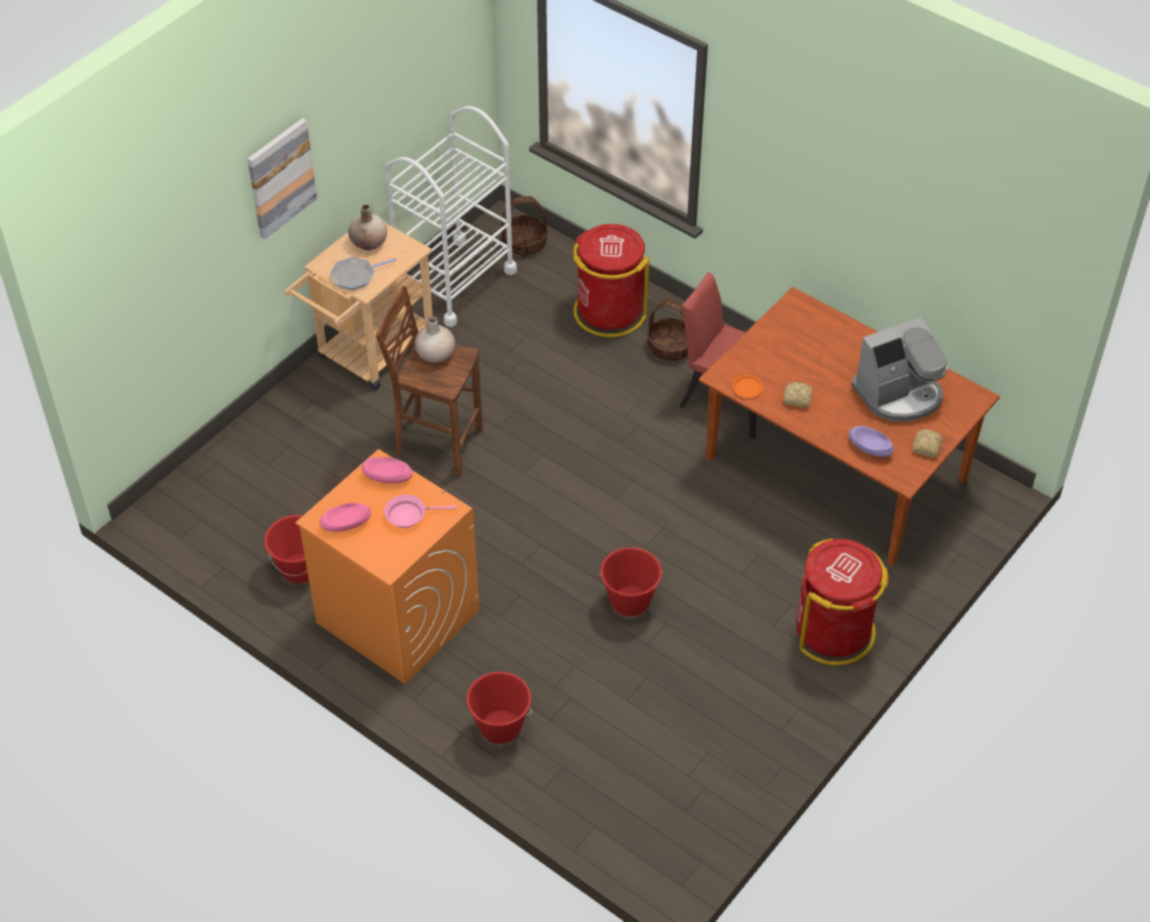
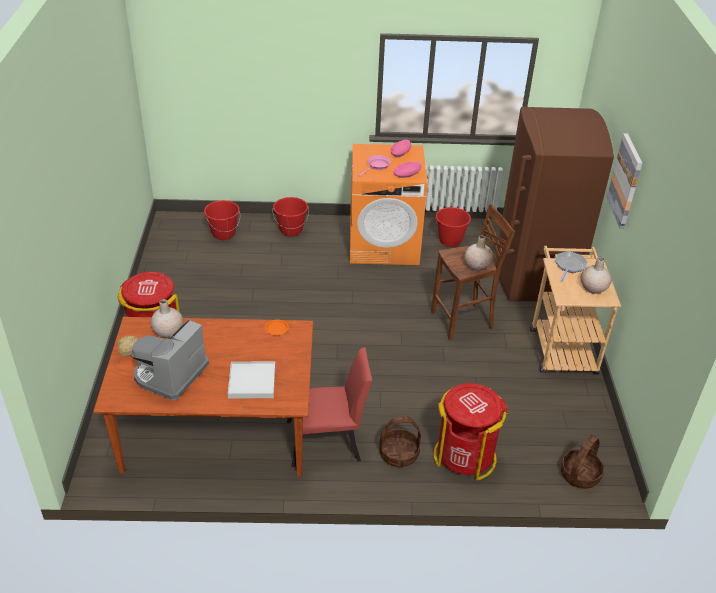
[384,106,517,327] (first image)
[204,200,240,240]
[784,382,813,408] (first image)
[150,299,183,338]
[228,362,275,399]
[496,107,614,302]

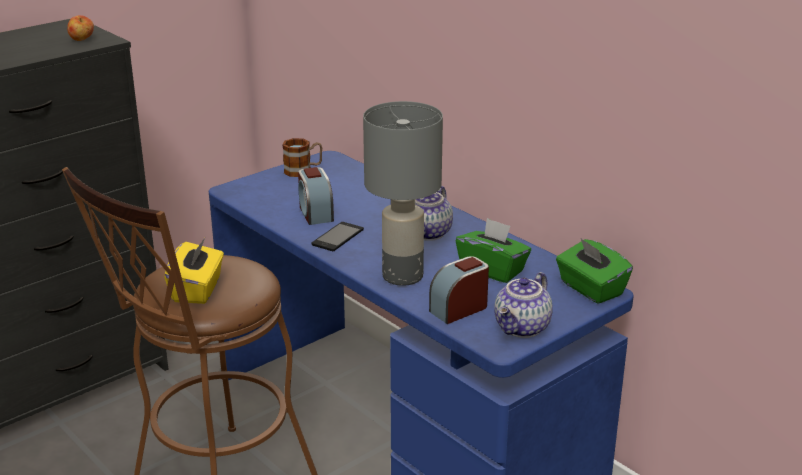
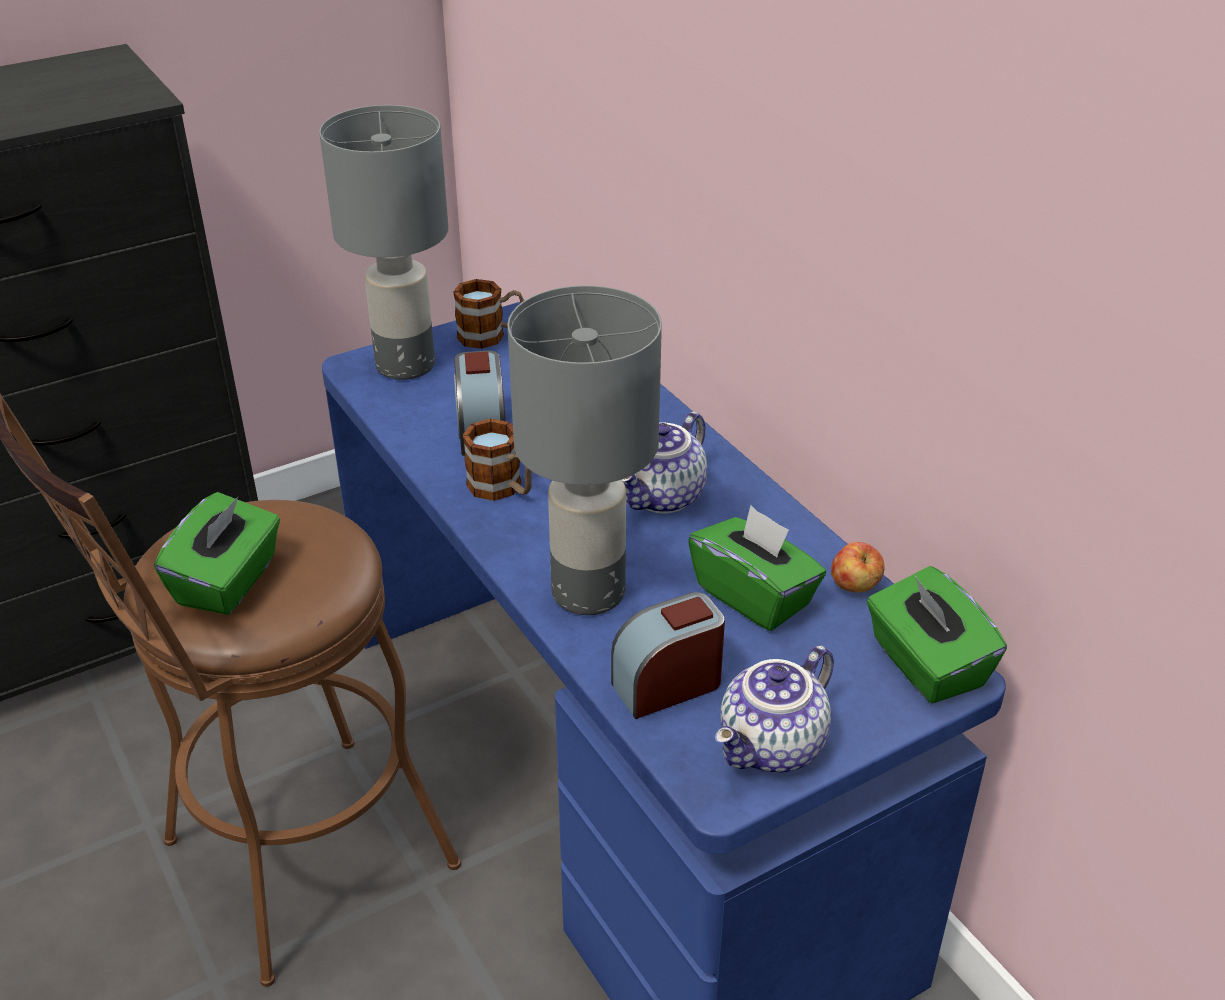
[831,542,885,592]
[154,492,280,615]
[462,419,532,501]
[319,105,448,380]

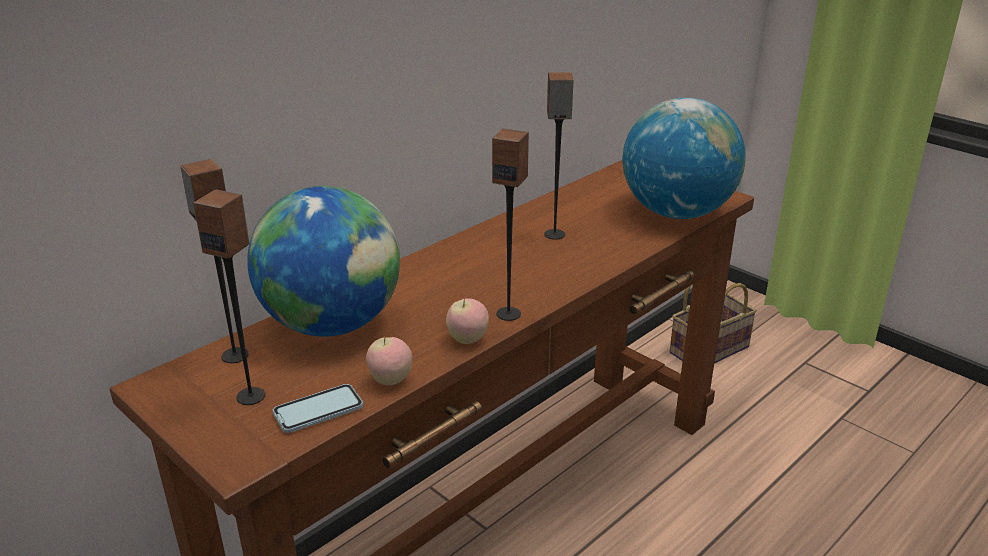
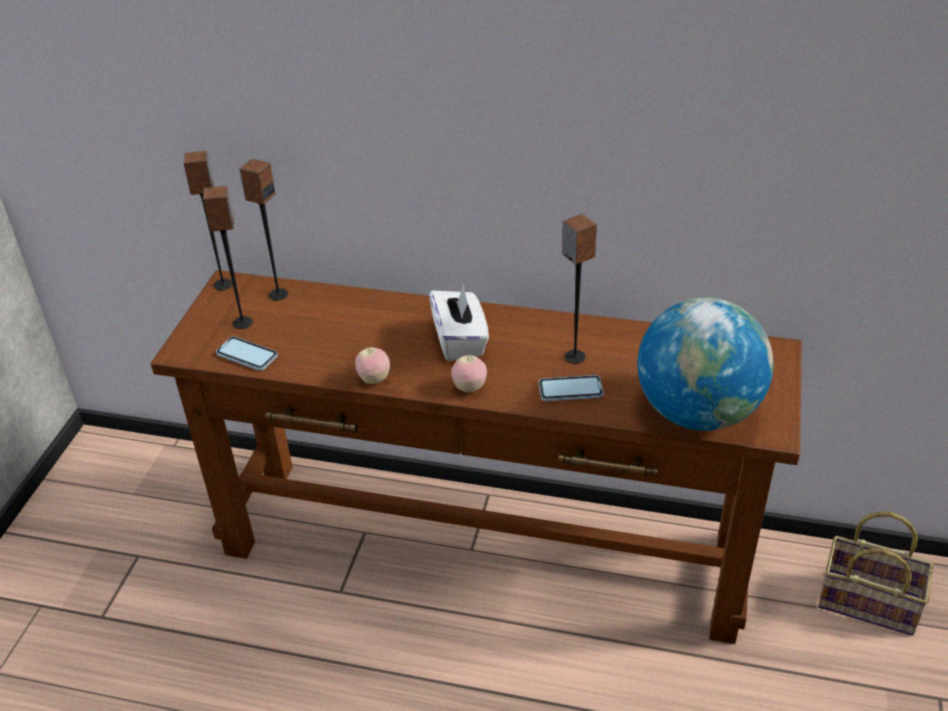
[247,186,400,337] (first image)
[451,355,487,393]
[184,151,233,290]
[429,285,489,361]
[539,375,604,401]

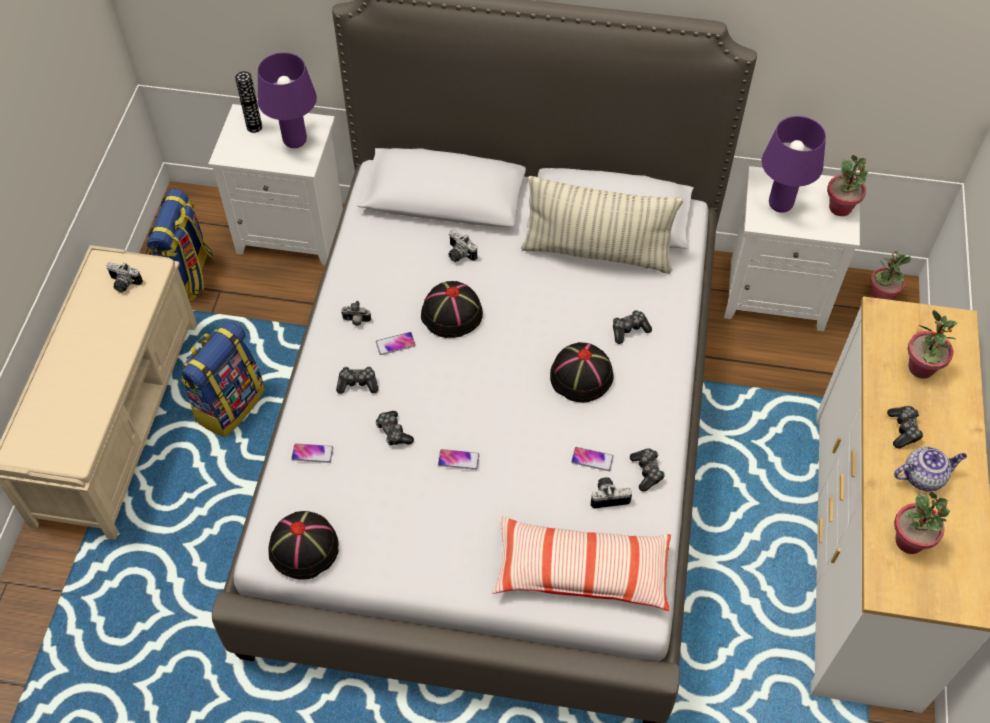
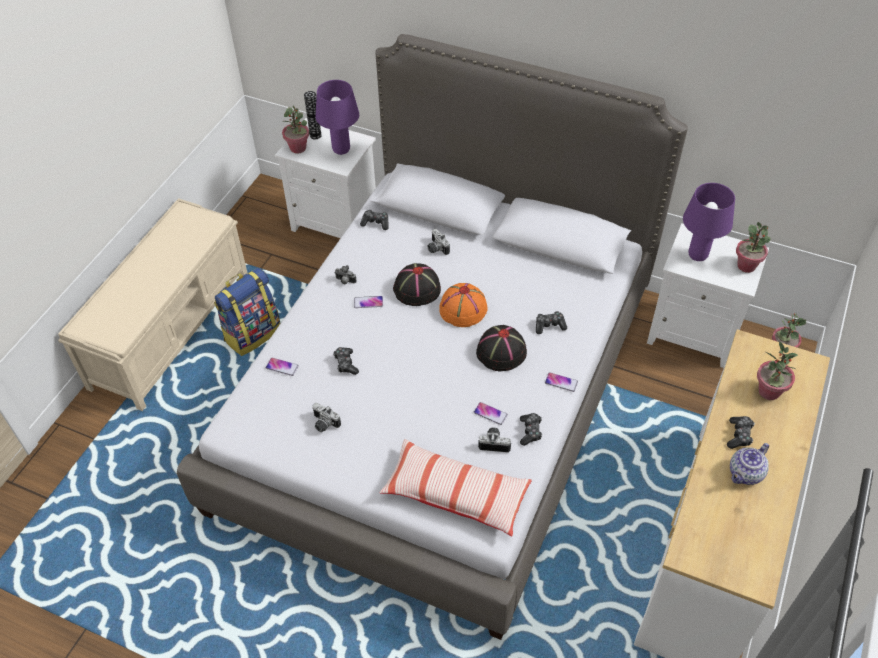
[313,403,341,432]
[147,189,214,302] (first image)
[269,511,339,580] (first image)
[360,210,389,230]
[545,372,578,392]
[521,176,683,274] (first image)
[730,443,769,485]
[282,105,309,153]
[439,283,488,327]

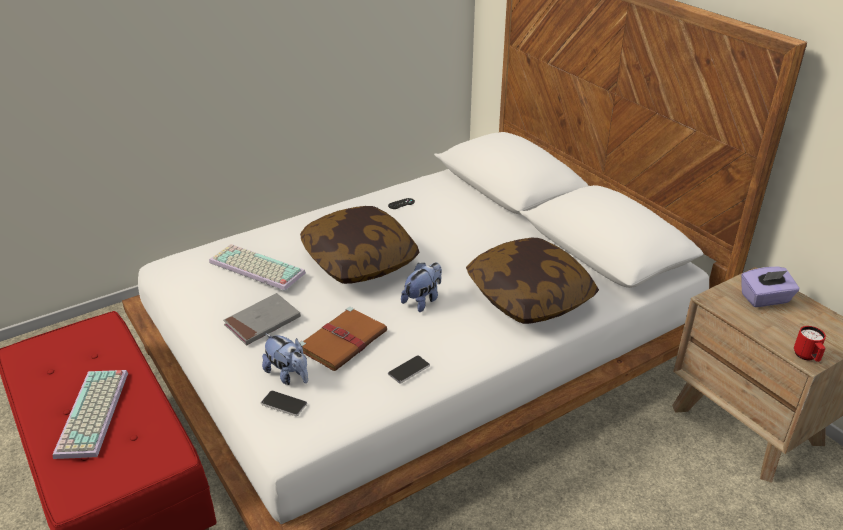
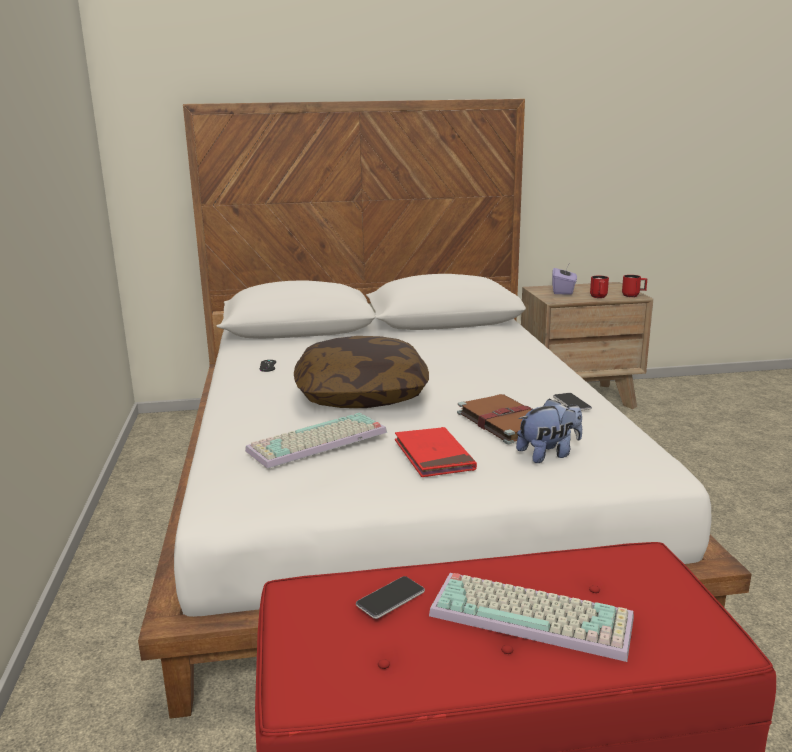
[395,427,477,477]
[356,576,425,619]
[401,262,442,312] (first image)
[466,238,599,324] (first image)
[590,276,609,298]

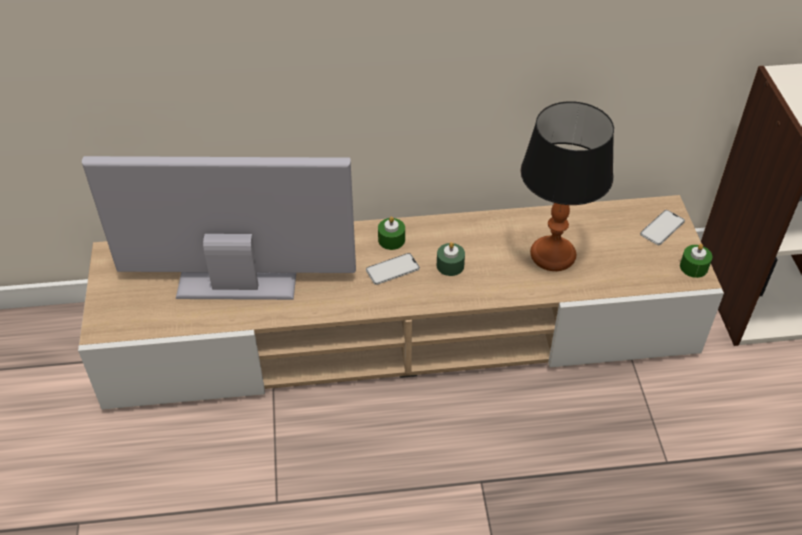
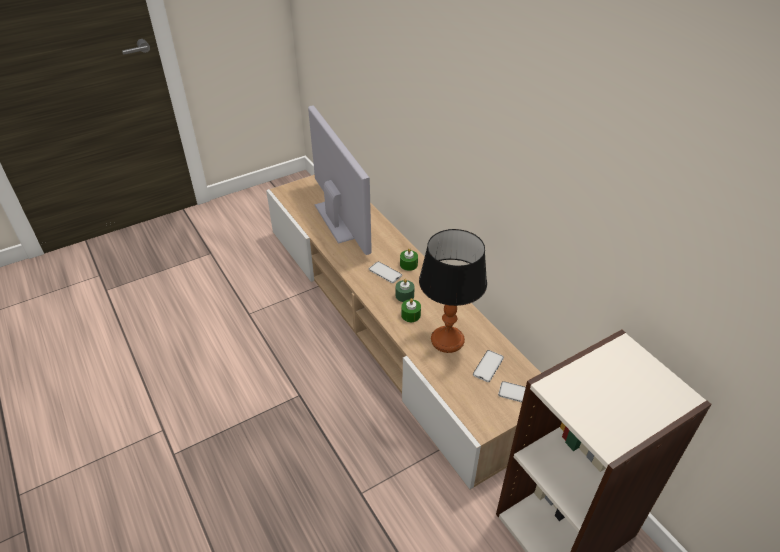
[401,298,421,322]
[473,350,504,382]

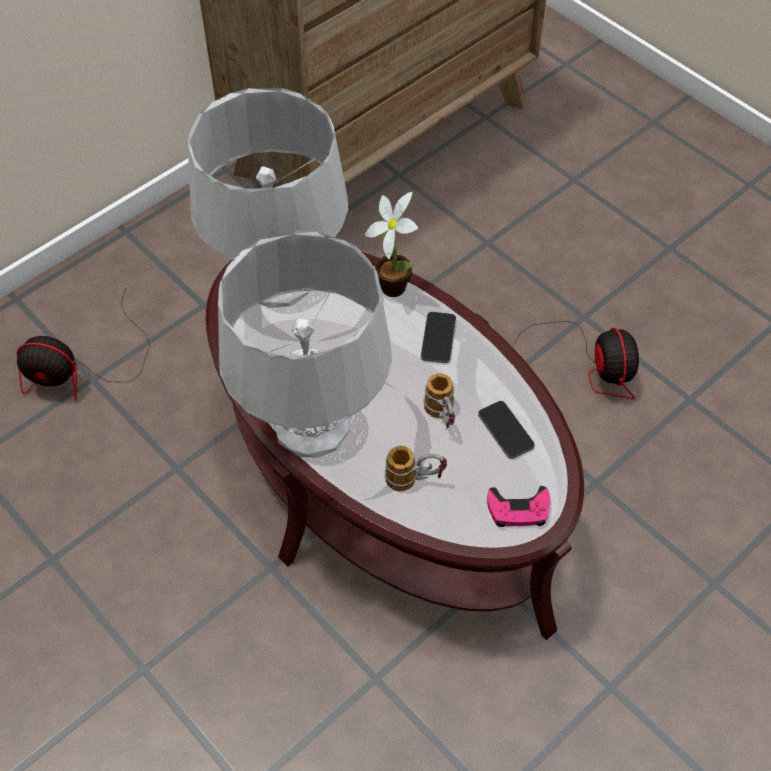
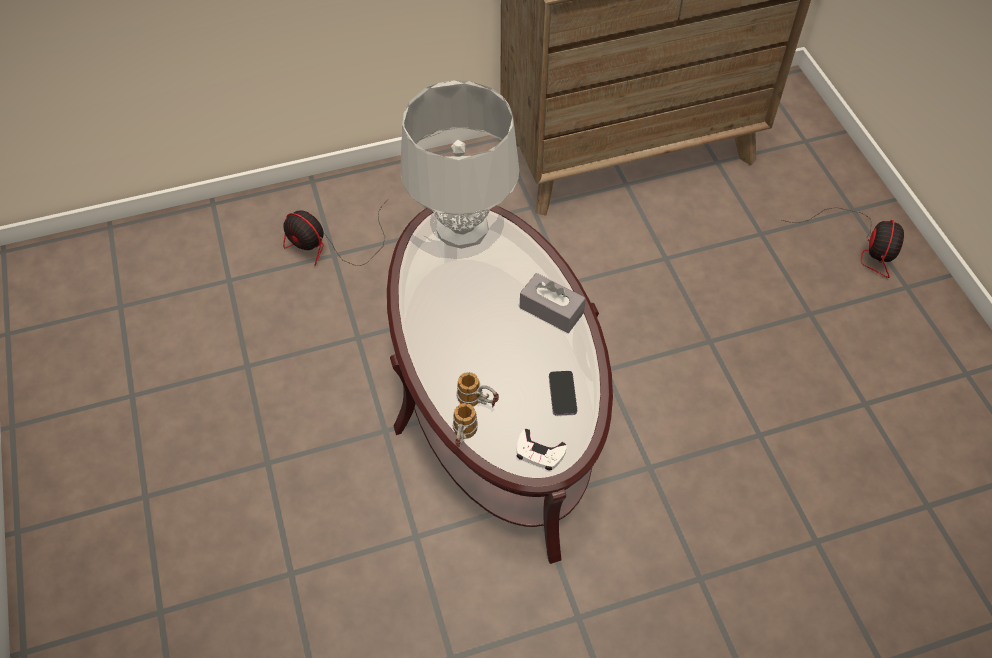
[218,230,392,458] (first image)
[365,192,418,297] (first image)
[520,273,586,333]
[453,403,478,449]
[517,429,566,470]
[782,207,904,278]

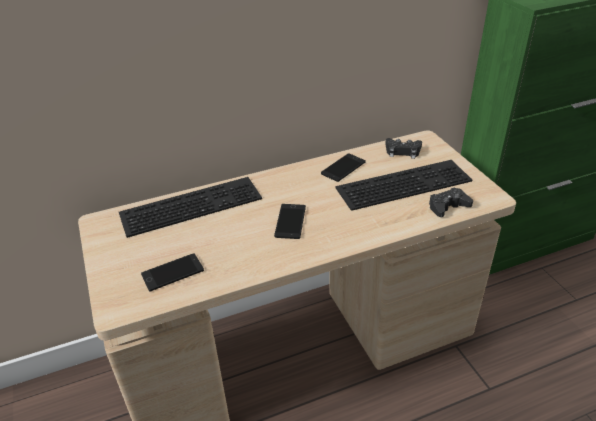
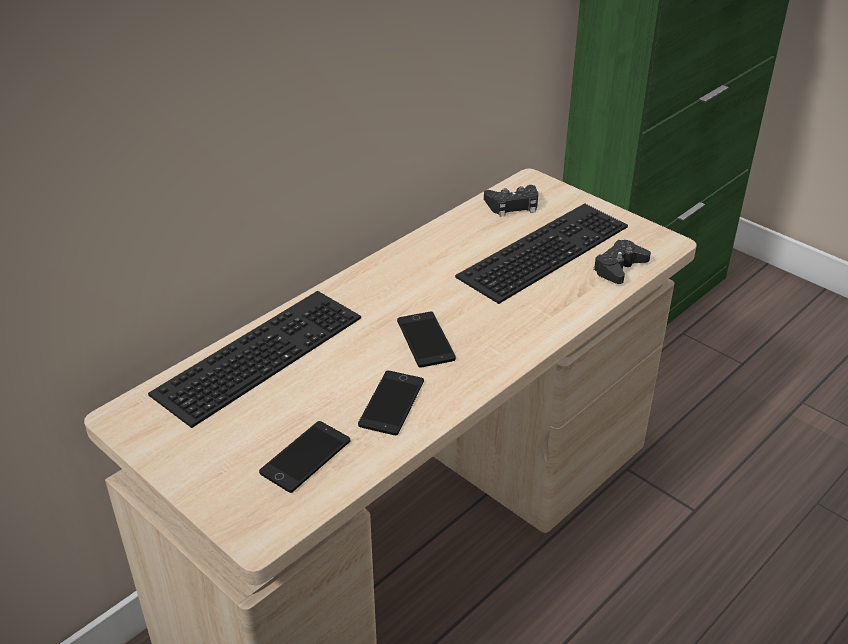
[358,371,424,435]

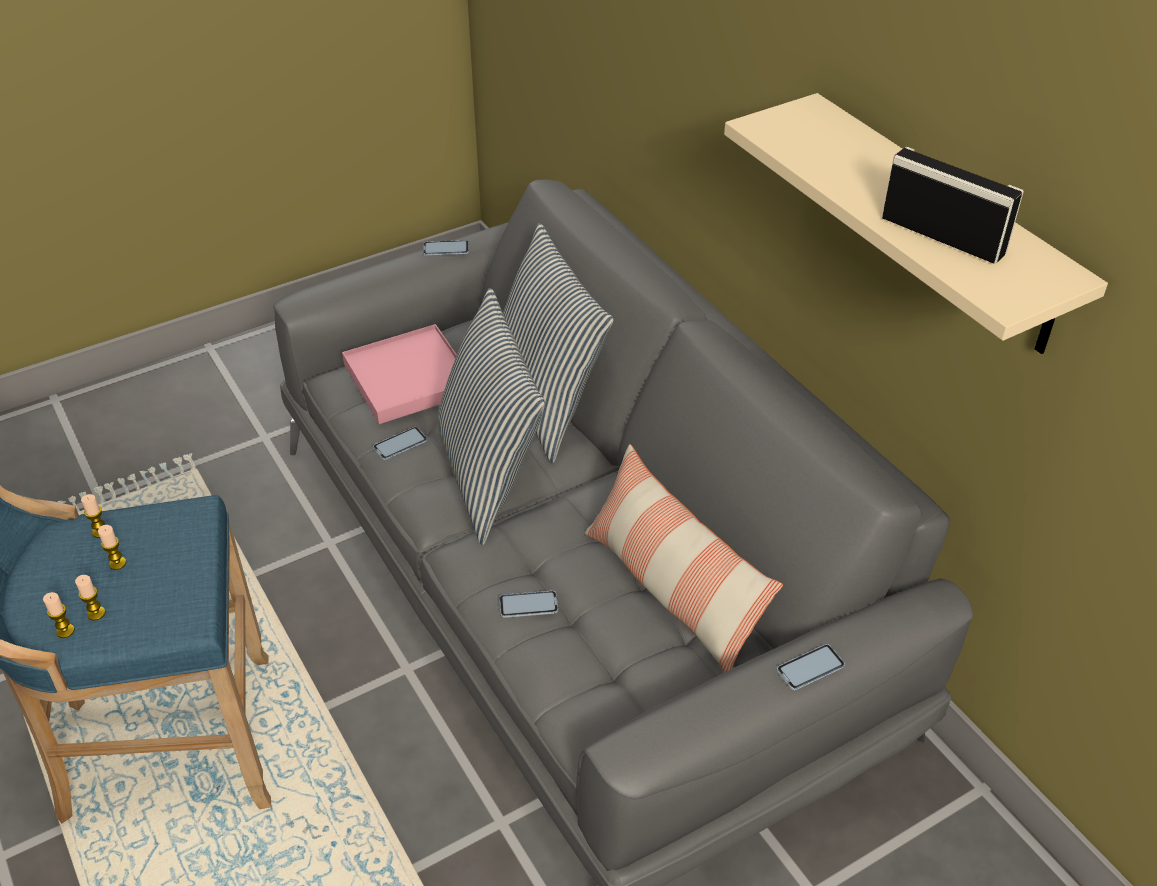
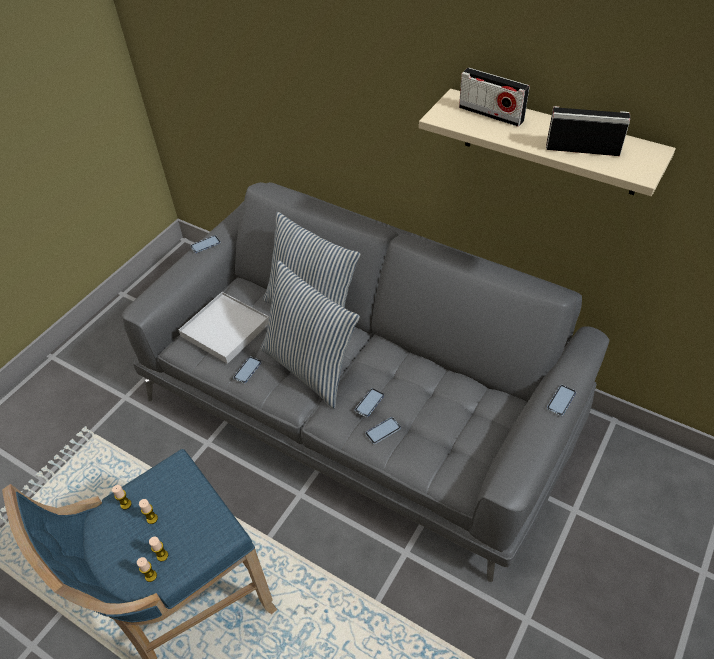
[179,292,269,364]
[585,444,783,672] (first image)
[355,388,384,417]
[459,68,530,127]

